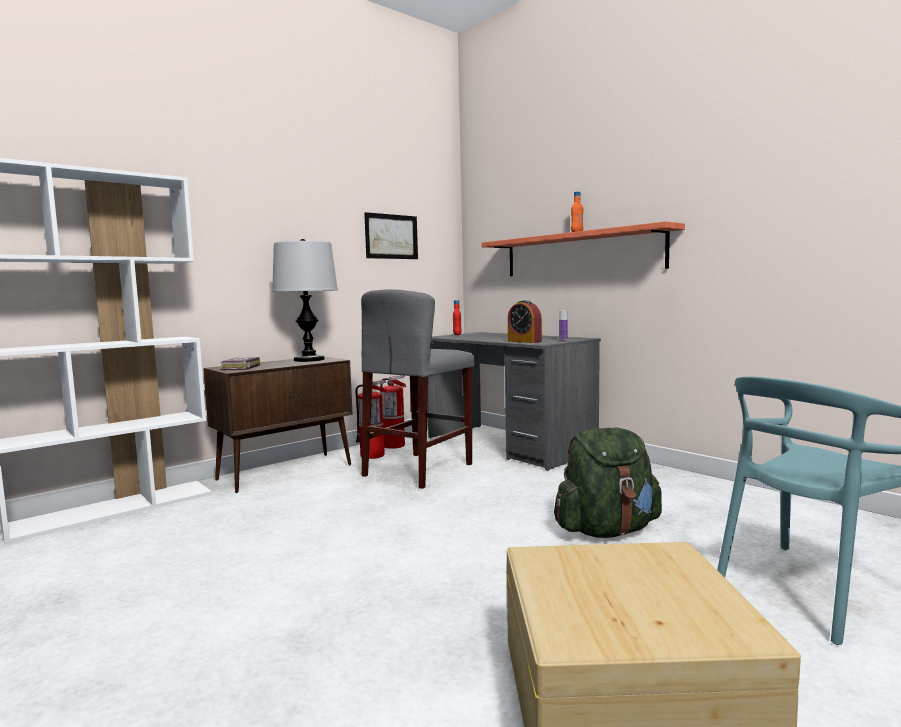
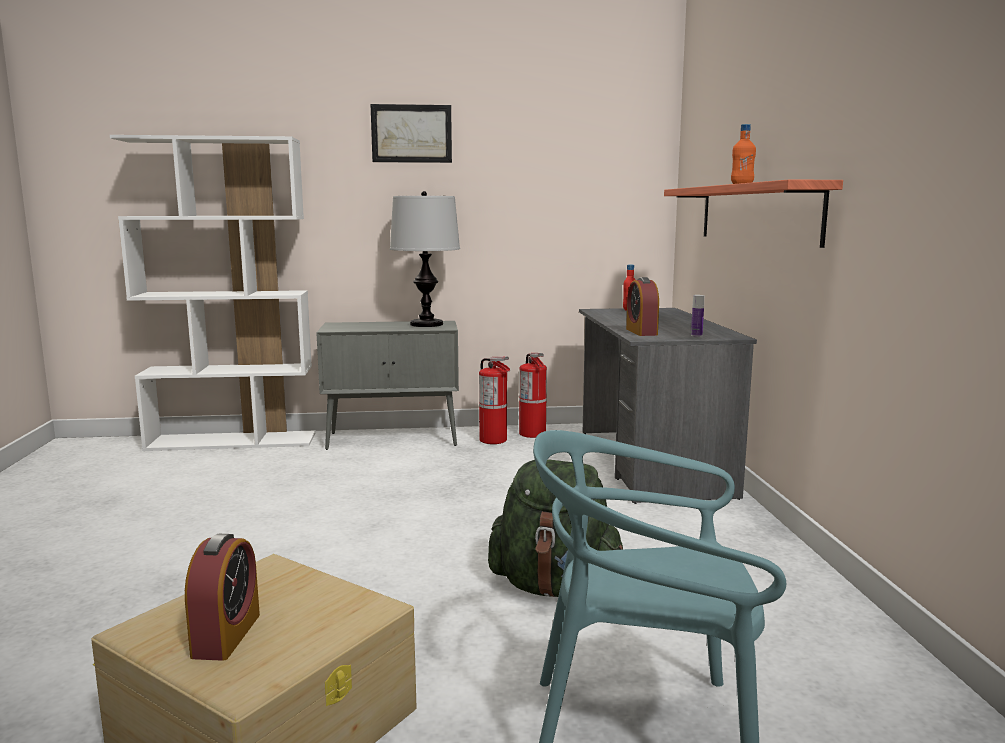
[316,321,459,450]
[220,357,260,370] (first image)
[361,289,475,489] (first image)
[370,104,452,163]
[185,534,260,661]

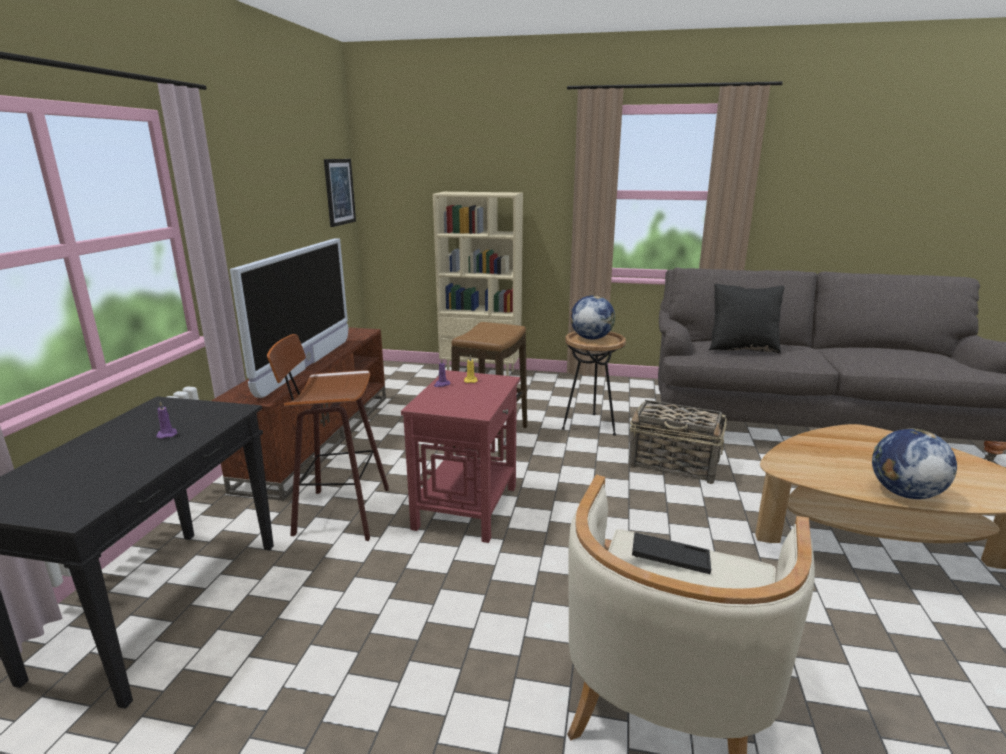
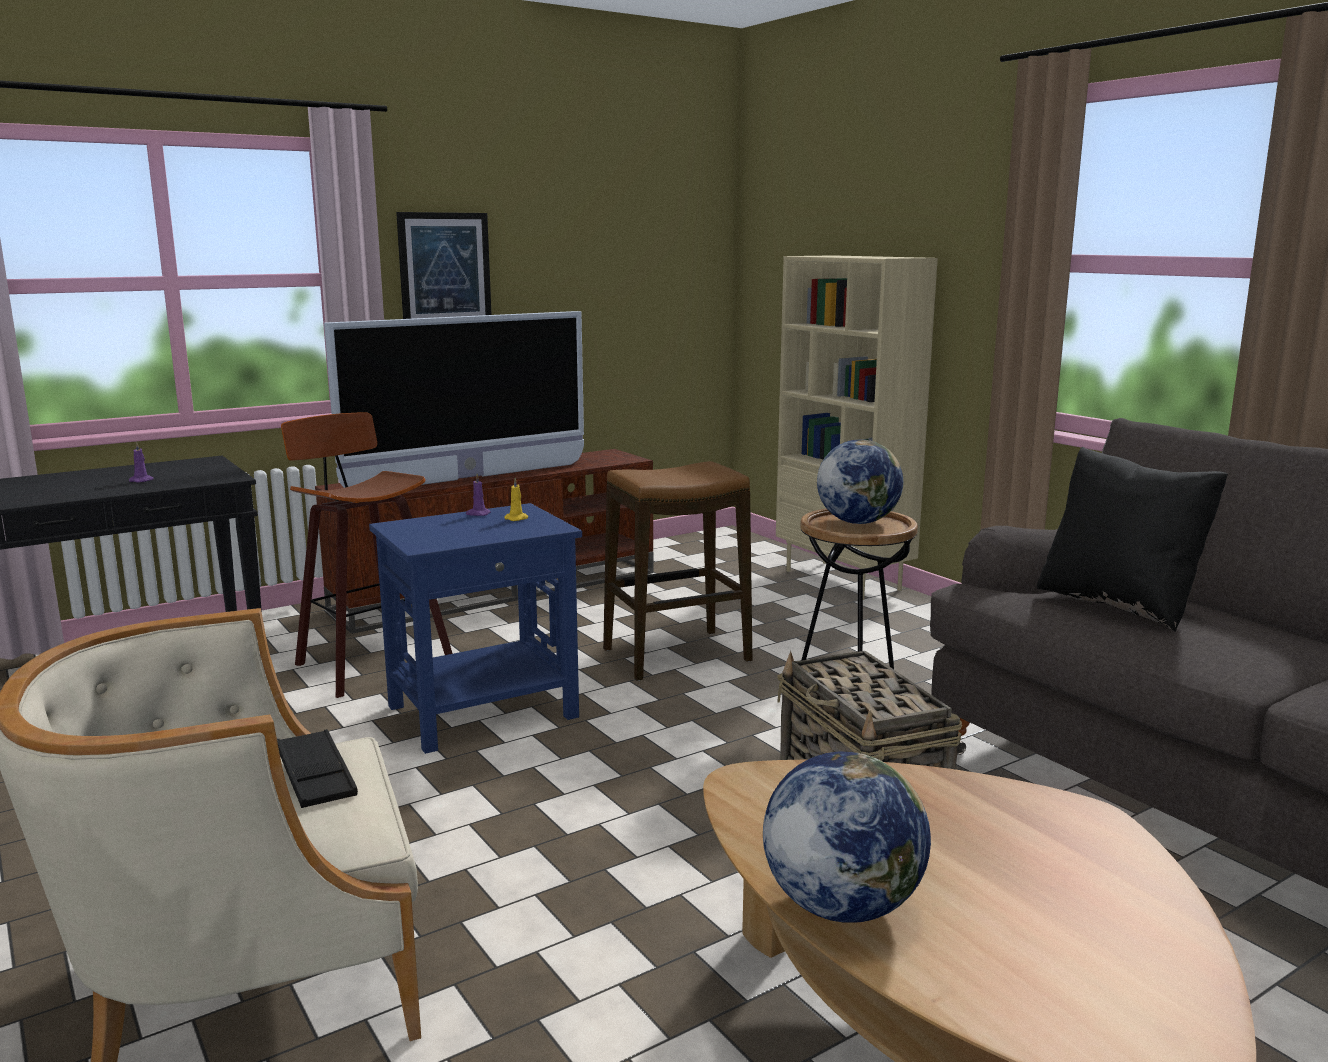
[396,212,492,319]
[369,503,582,754]

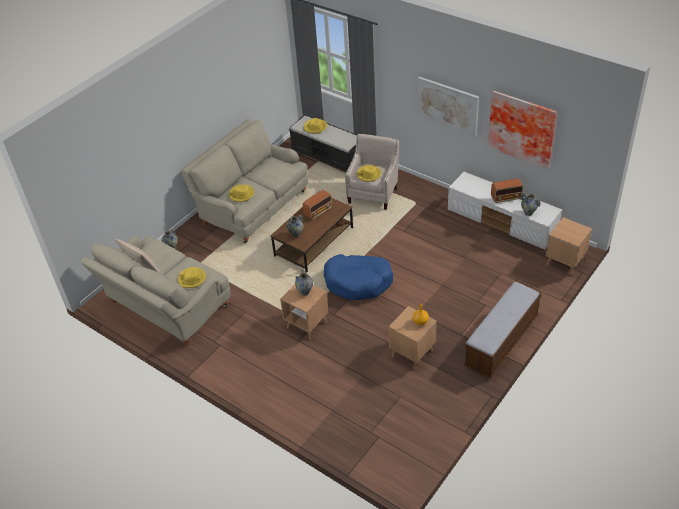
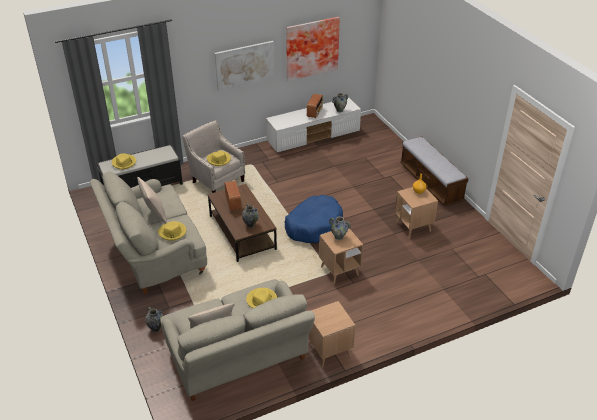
[308,301,355,367]
[137,177,167,223]

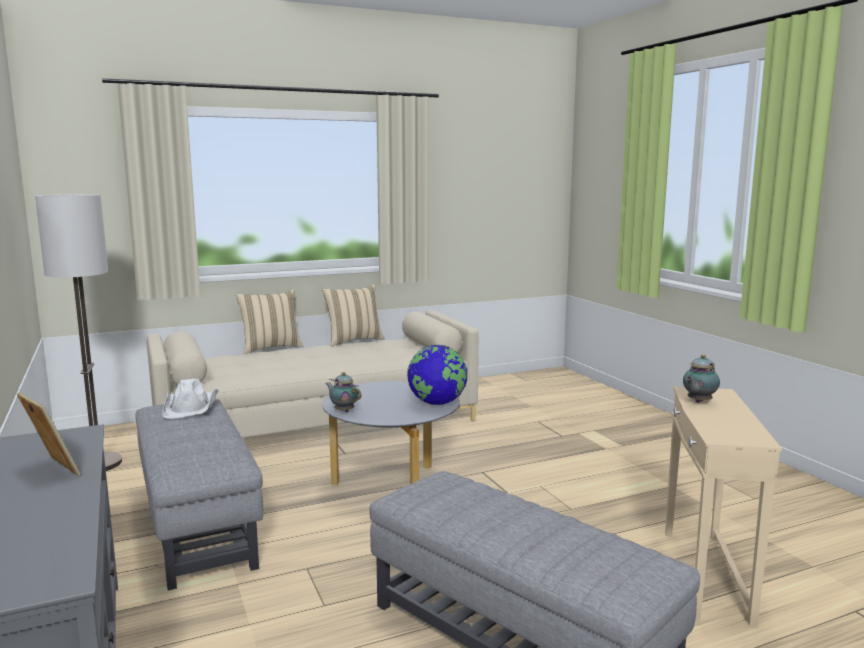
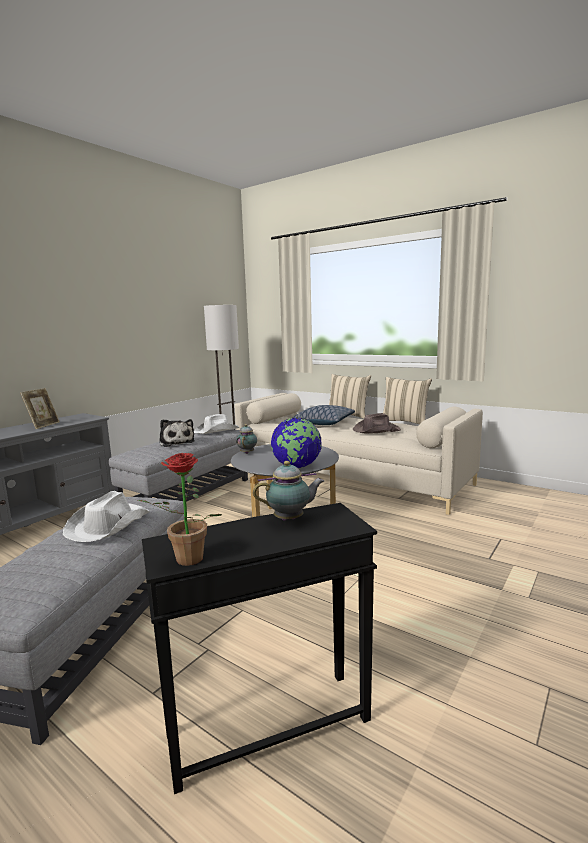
[142,503,377,794]
[253,461,324,521]
[63,491,149,542]
[138,453,222,566]
[159,419,194,447]
[292,405,355,425]
[353,413,401,433]

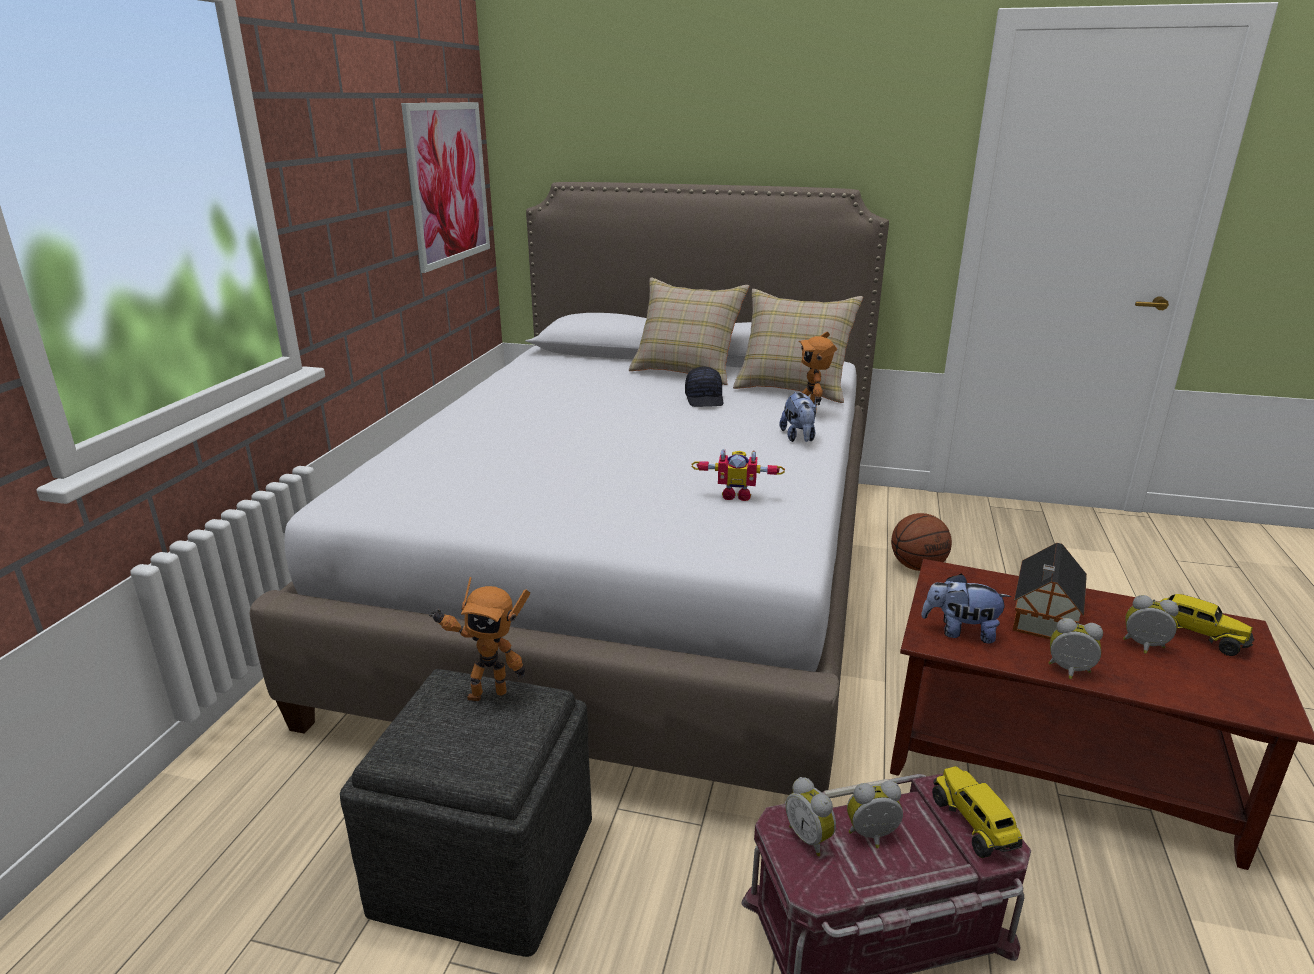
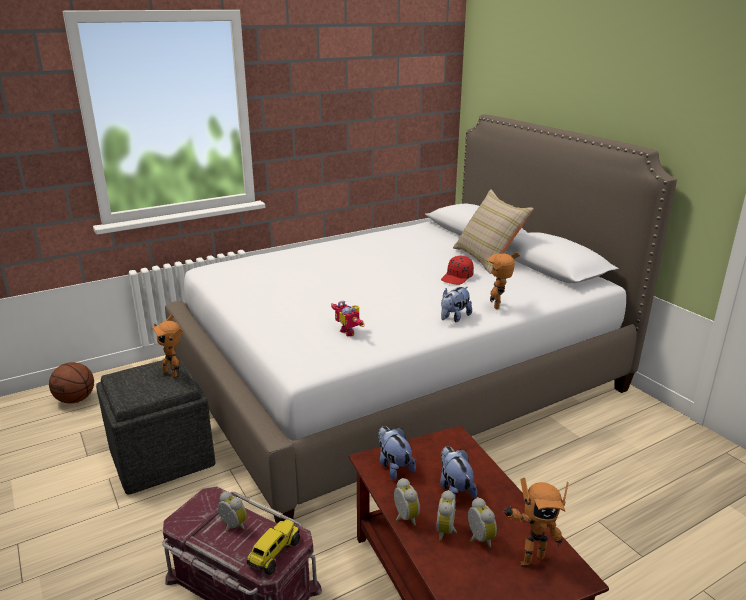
[401,102,490,273] (first image)
[441,256,474,285]
[733,289,863,403] (first image)
[436,490,457,541]
[49,362,94,404]
[440,446,477,501]
[503,478,569,567]

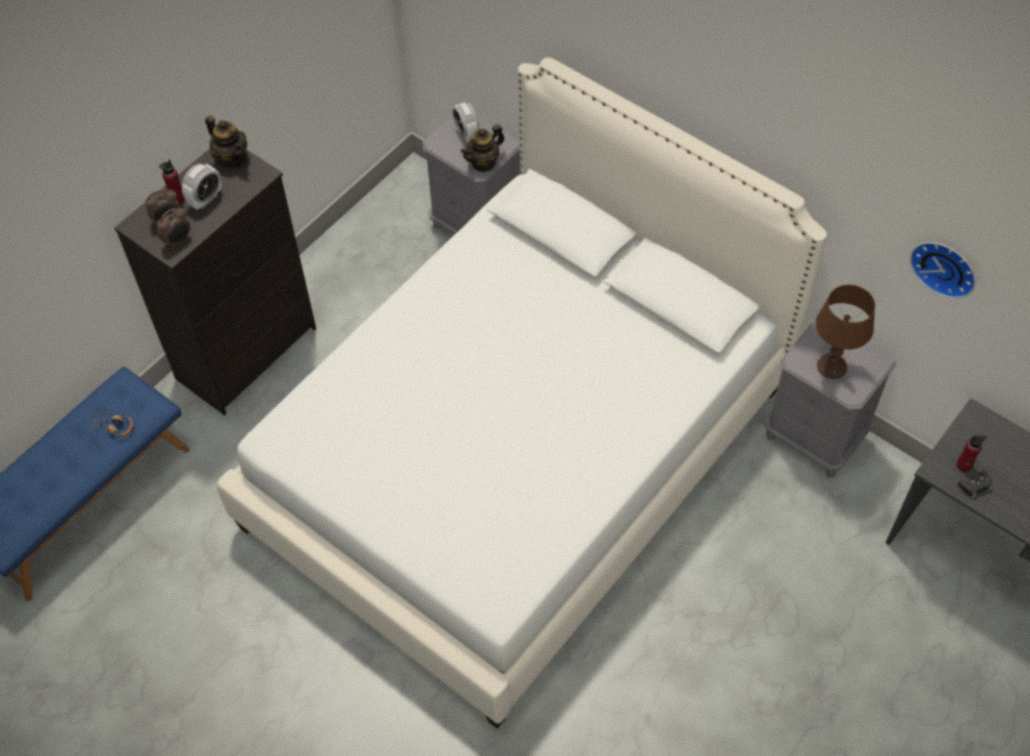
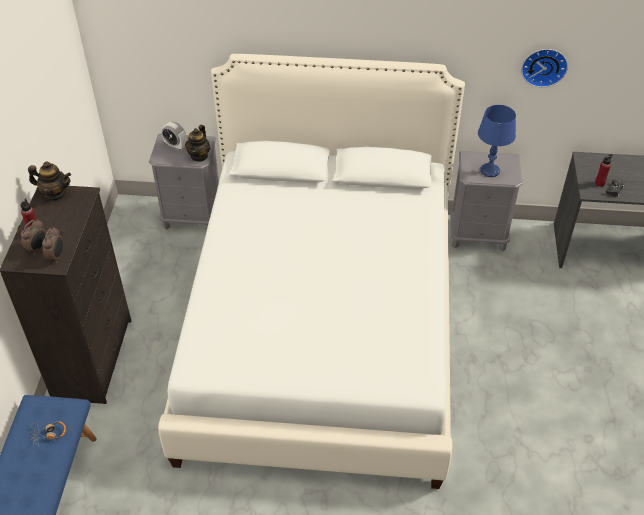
[182,164,222,210] (first image)
[478,105,516,177]

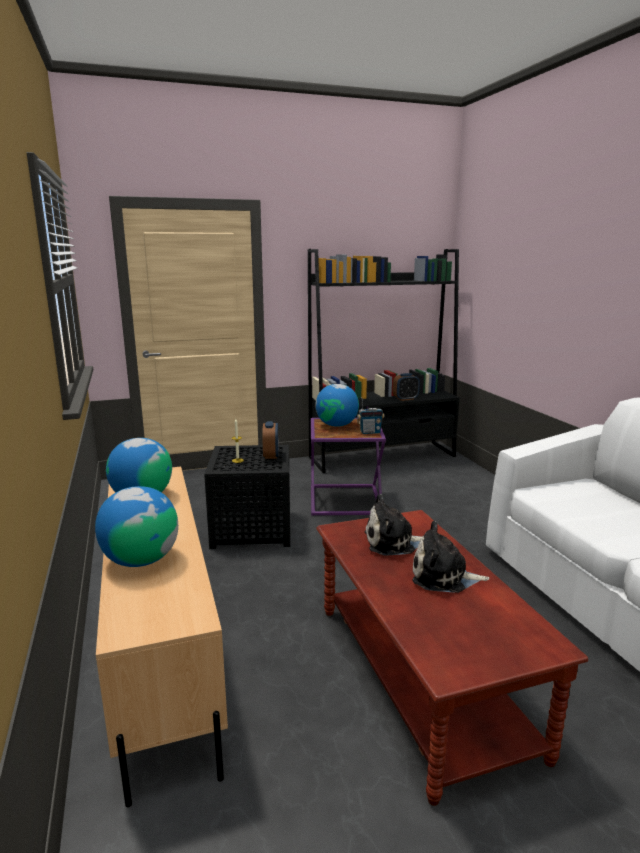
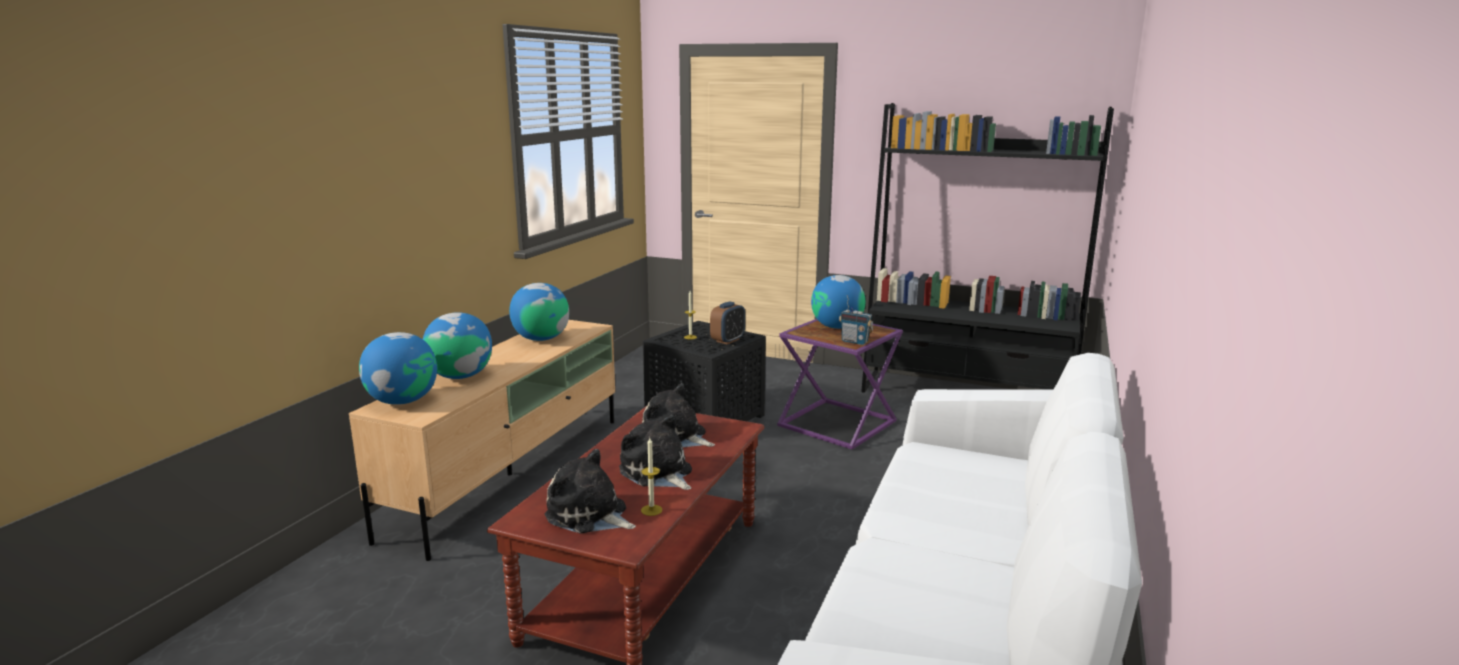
[392,373,420,401] (first image)
[359,332,437,405]
[545,449,636,534]
[641,438,662,516]

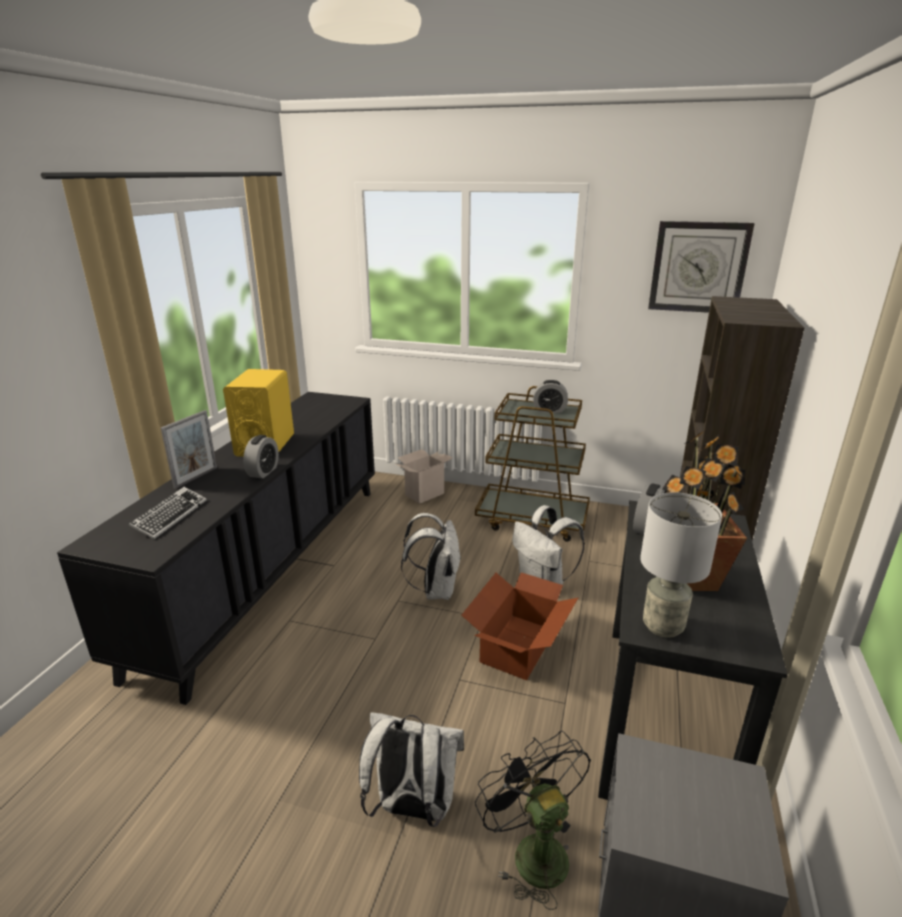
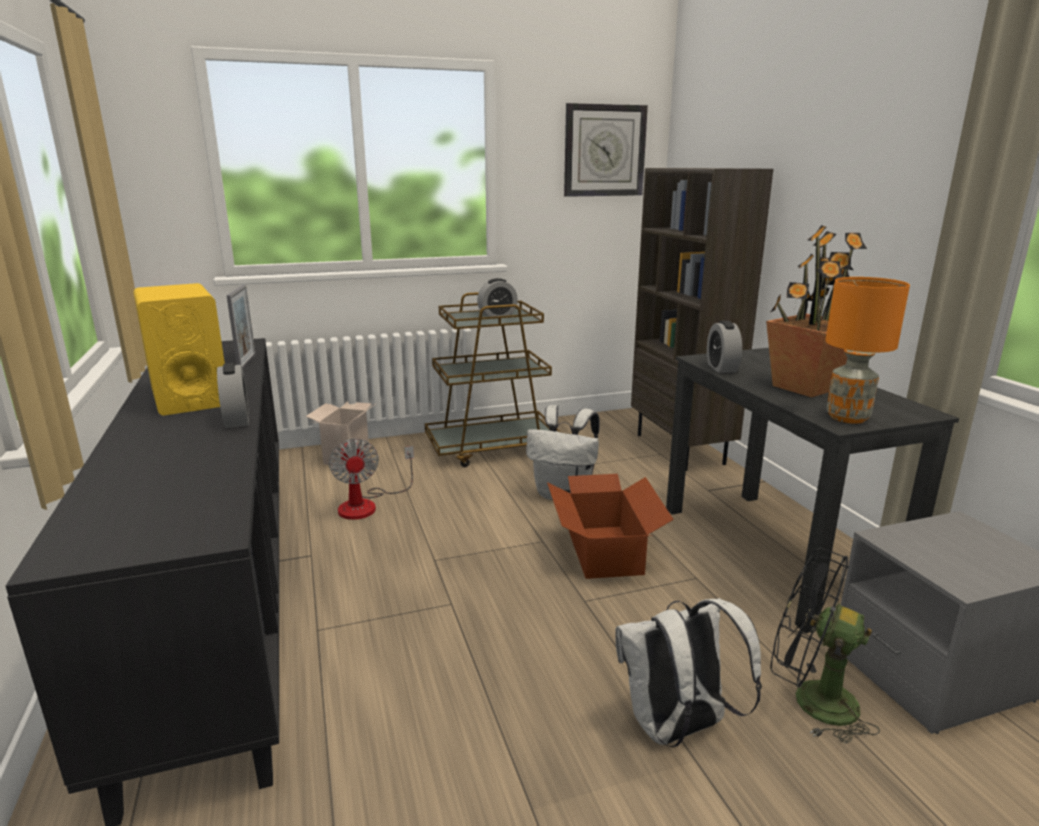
[129,487,207,539] (first image)
[227,285,256,369]
[401,513,461,600] (first image)
[825,277,910,424]
[329,439,414,520]

